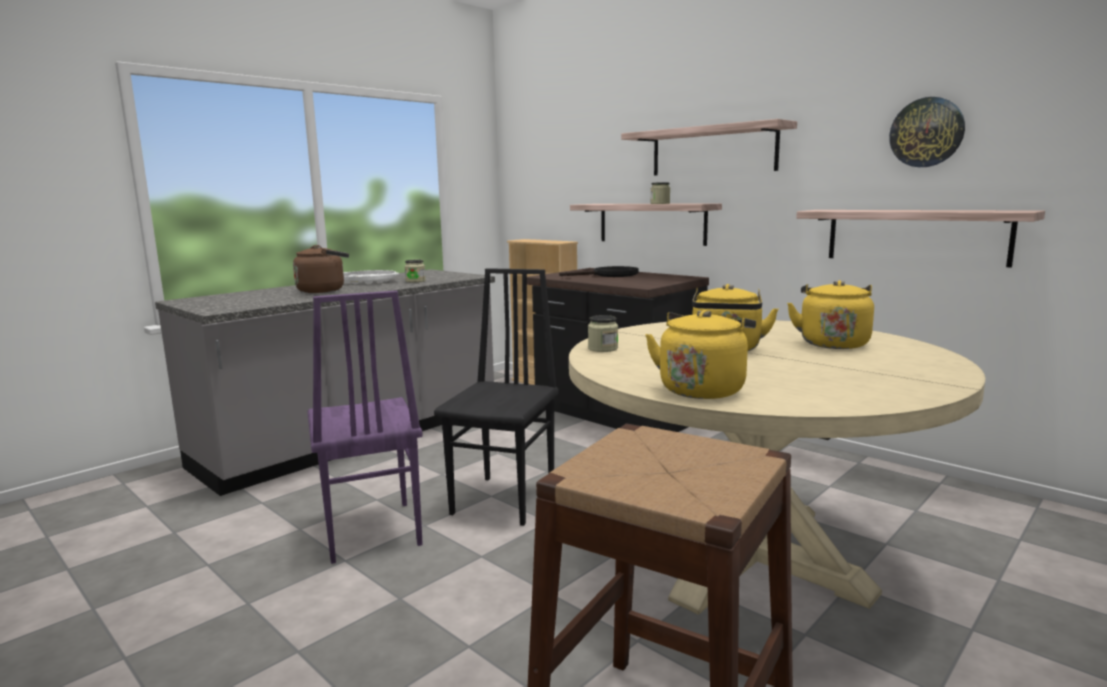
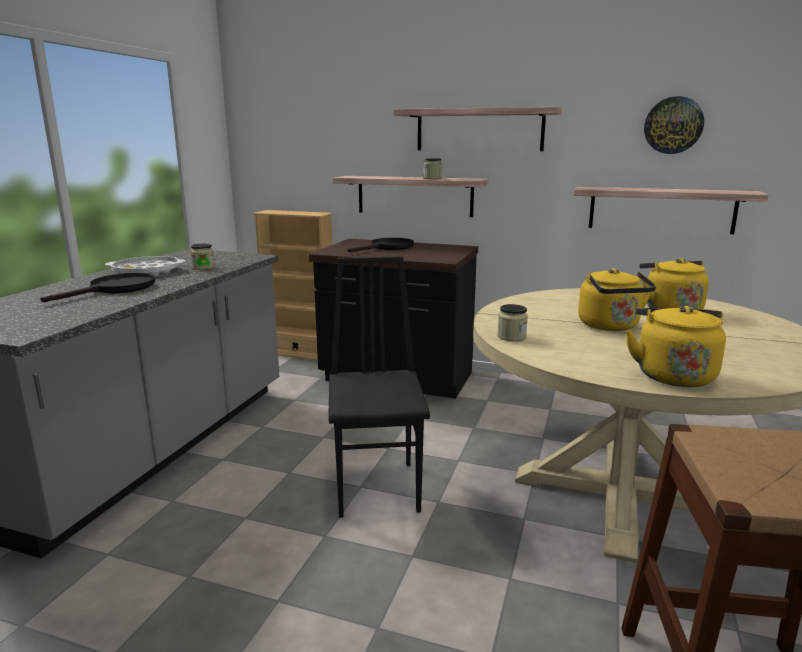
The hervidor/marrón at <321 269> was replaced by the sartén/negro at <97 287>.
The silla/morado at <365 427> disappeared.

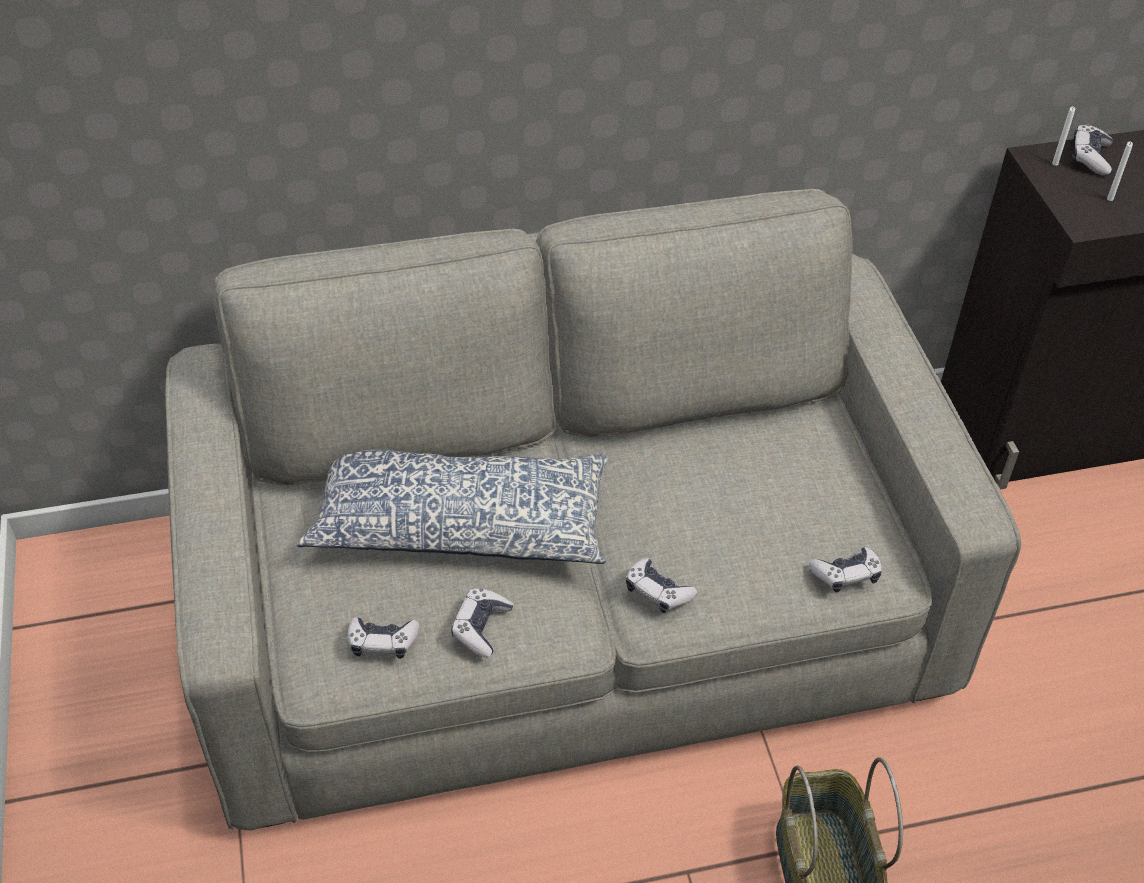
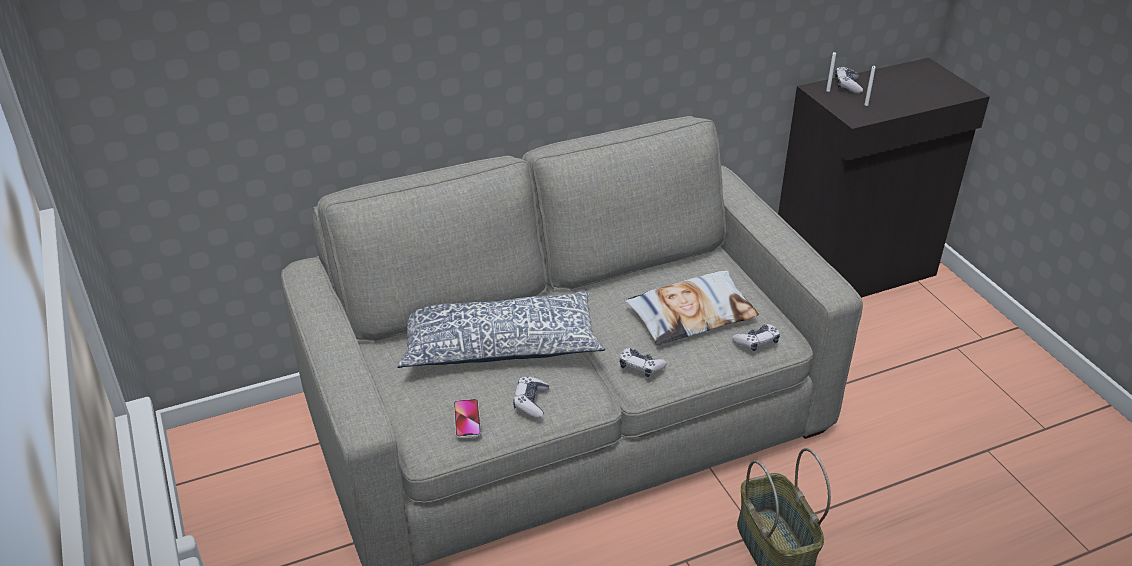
The mando de consola at <383 638> was replaced by the móvil at <467 419>.
The cojín at <692 308> appeared.

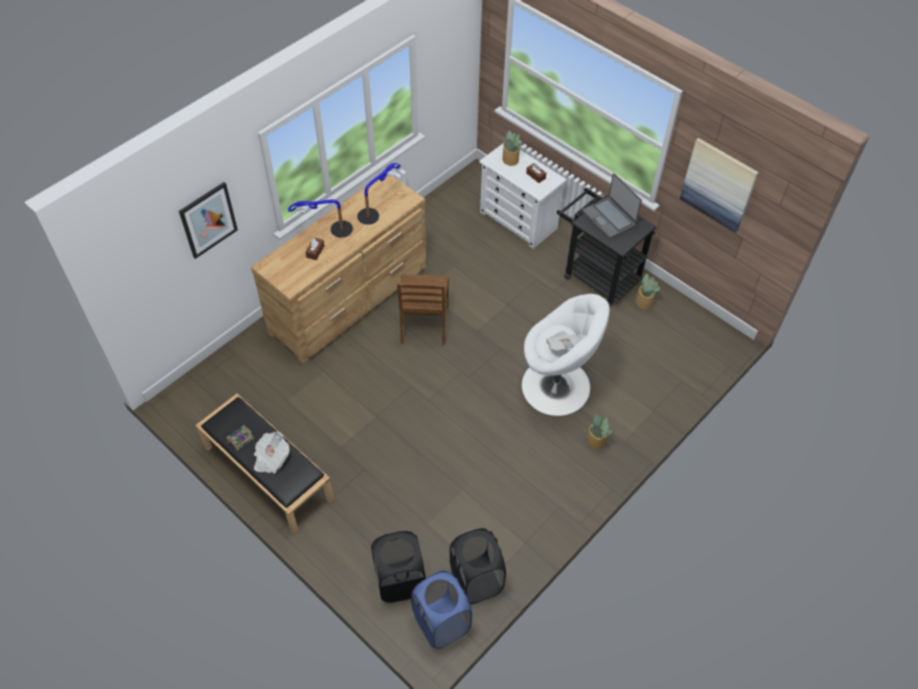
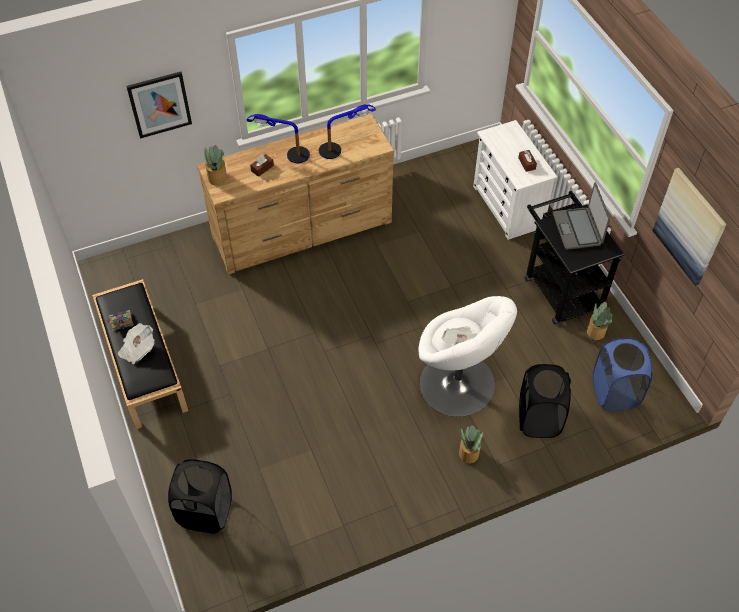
The silla/marrón at <423 310> disappeared.
The cesto de la ropa/azul moved from <441 610> to <622 374>.
The cesto de la ropa/negro moved from <478 566> to <545 401>.
The planta en maceta moved from <512 148> to <215 165>.

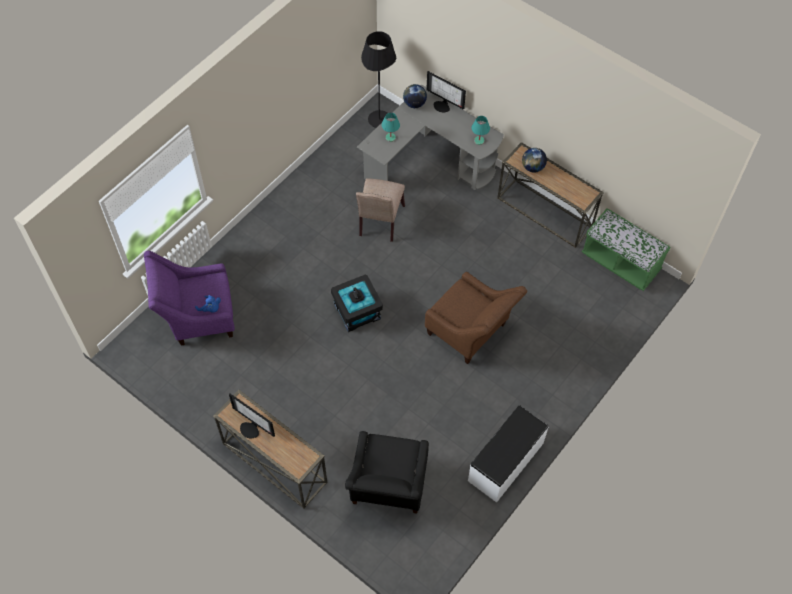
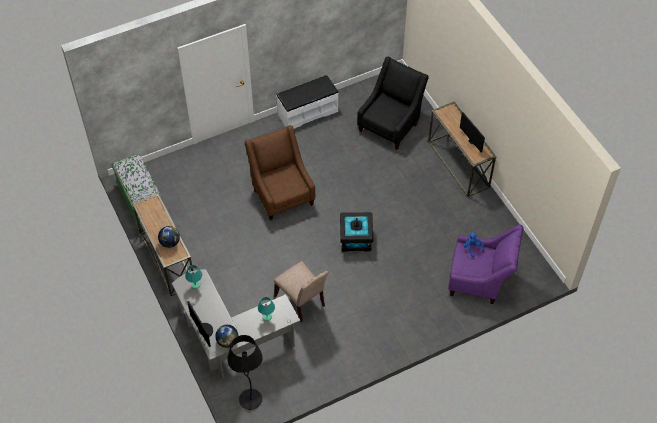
The silla/beis at <380 210> turned 105 degrees clockwise.

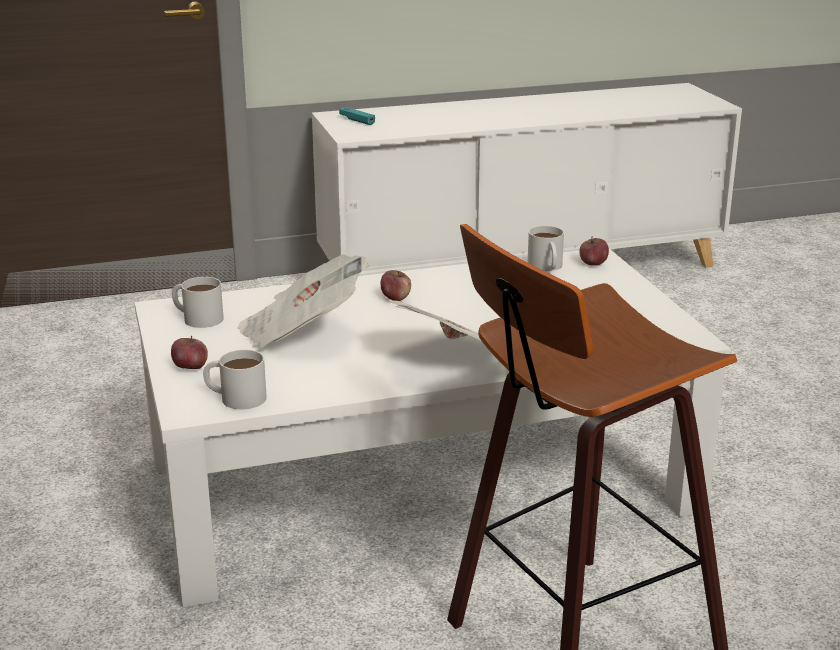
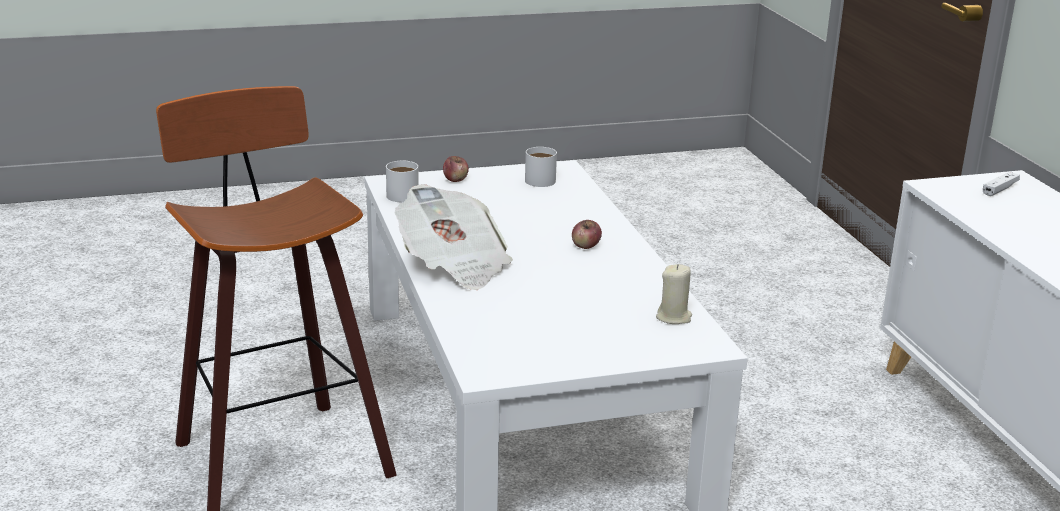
The periódico at <303 301> disappeared.
The mando de consola/turquesa at <357 116> became the mando de consola/blanco at <1001 184>.
The taza grande/blanco at <546 248> was replaced by the vela/beis at <674 294>.
The manzana at <594 251> disappeared.

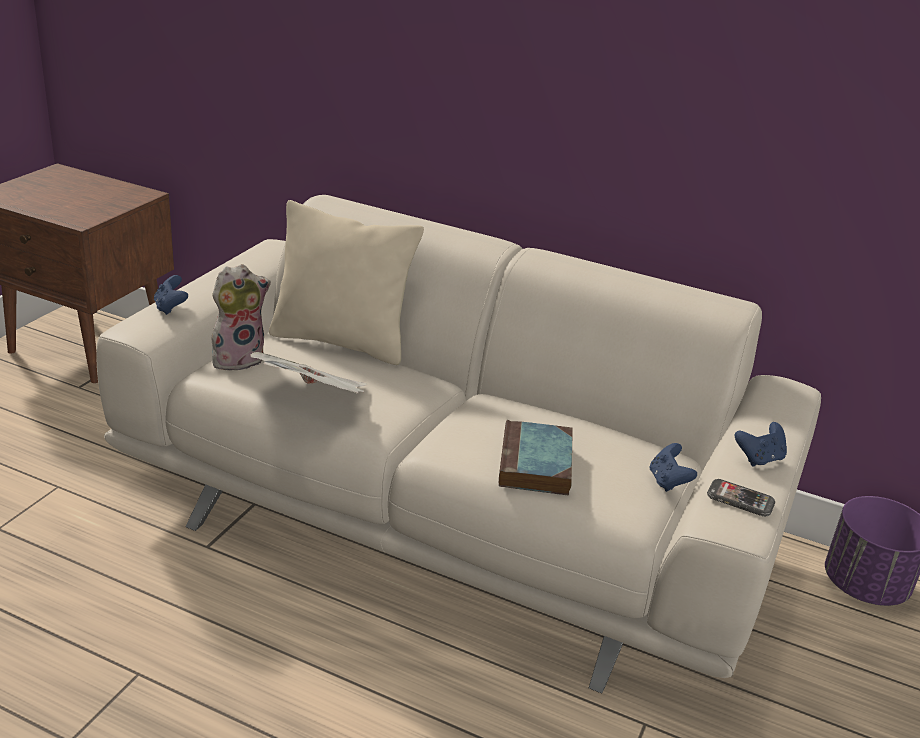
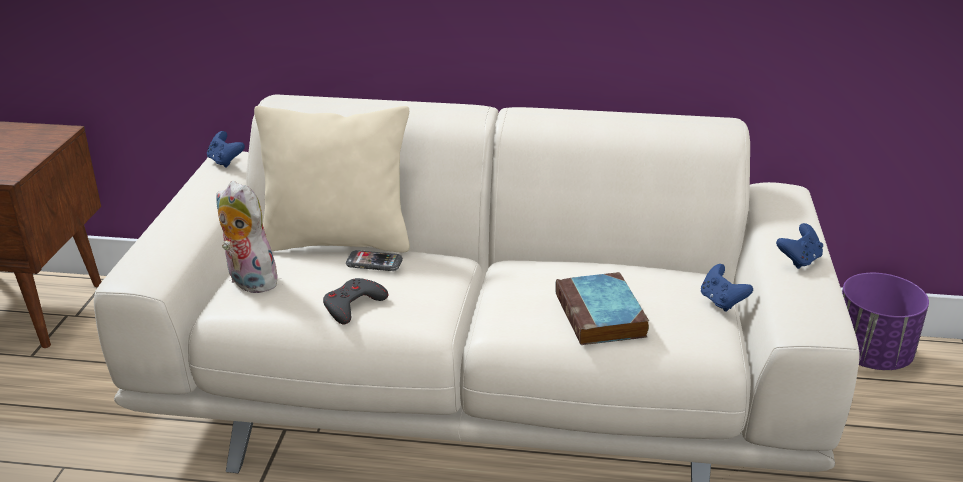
The mando de consola/azul moved from <171 295> to <226 149>.
The peluche at <241 317> turned 90 degrees counterclockwise.
The periódico at <308 373> was replaced by the mando de consola/gris at <355 301>.
The móvil moved from <741 498> to <374 260>.

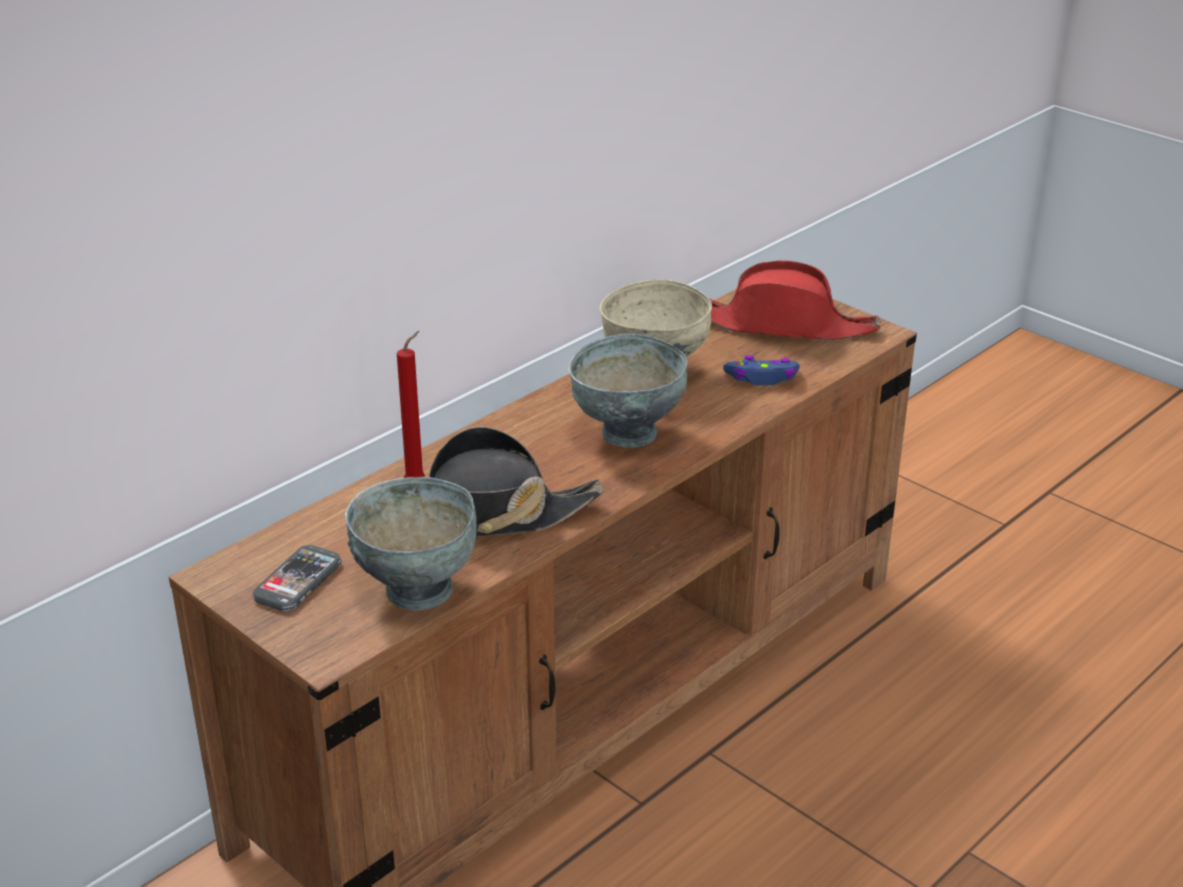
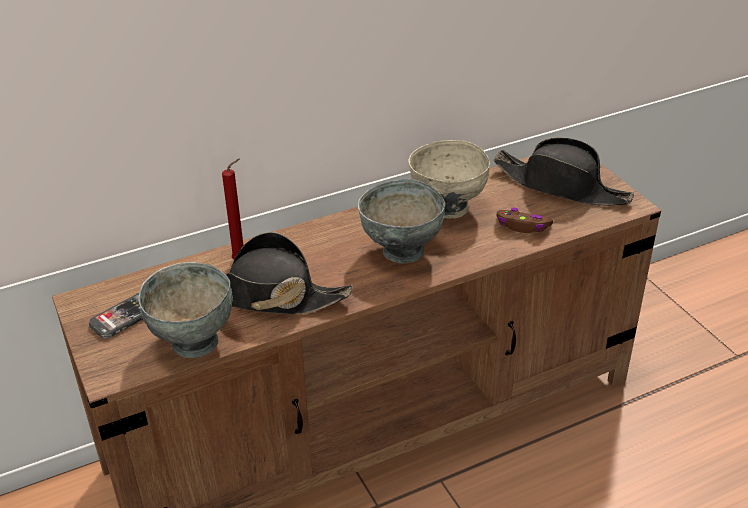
The sombrero/rojo at <794 300> became the sombrero/negro at <563 171>.
The mando de consola/azul at <761 370> became the mando de consola/marrón at <525 220>.

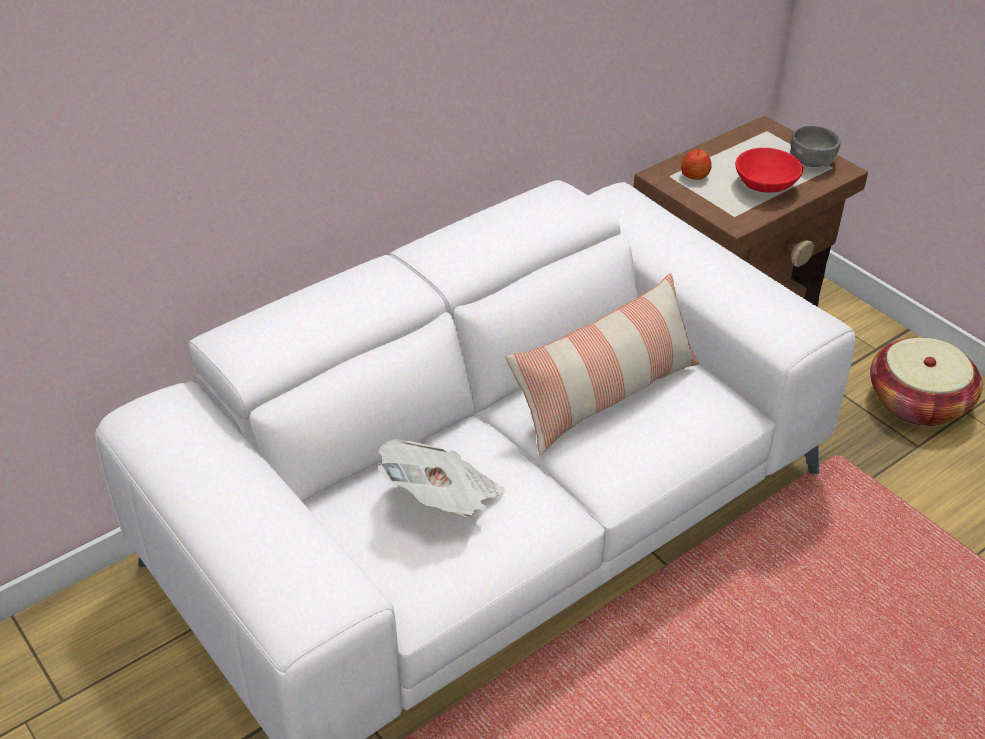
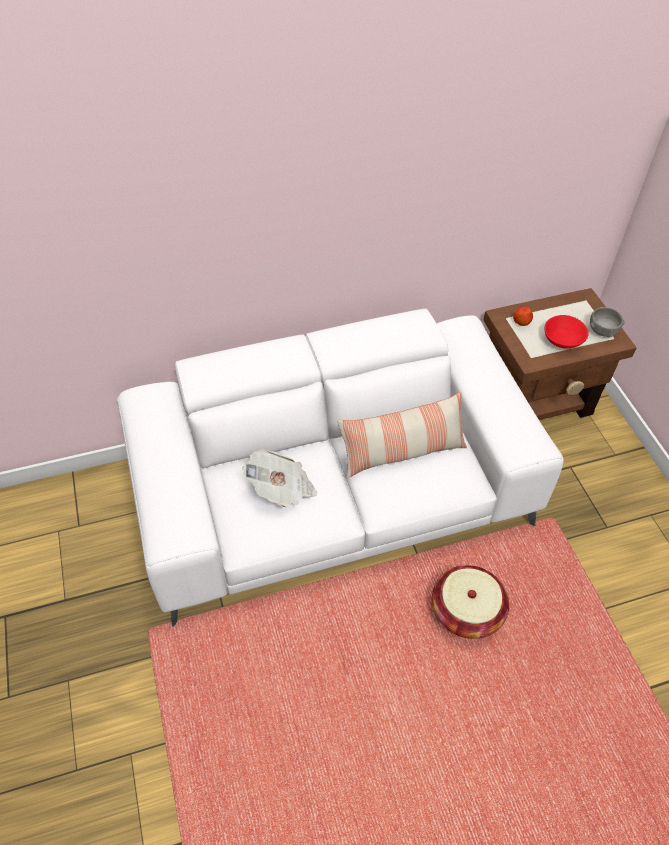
The cesta moved from <926 382> to <470 602>.

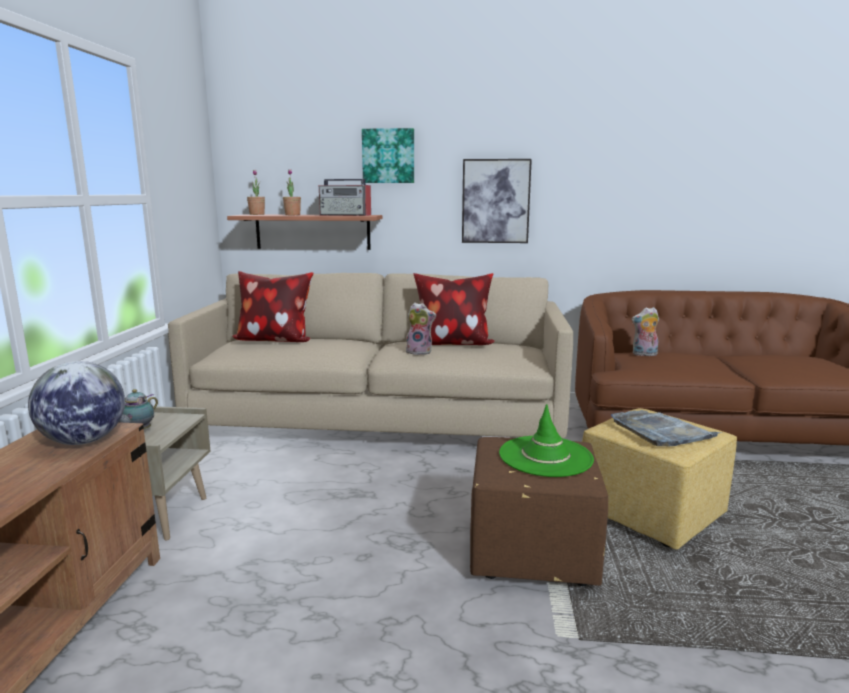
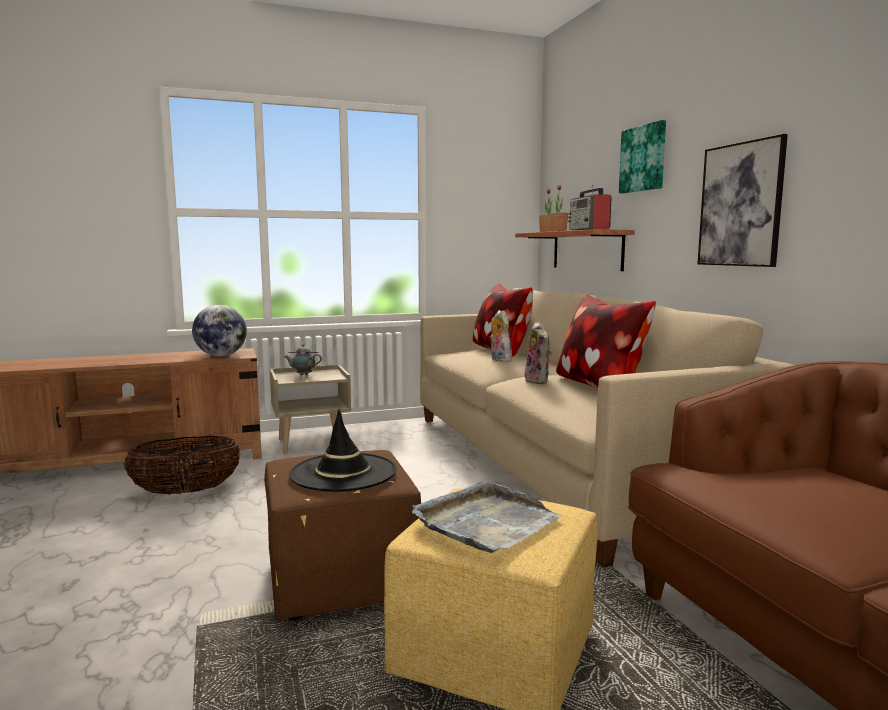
The sombrero/verde at <546 440> became the sombrero/negro at <343 450>.
The peluche moved from <645 331> to <501 336>.
The cesta at <182 465> appeared.

